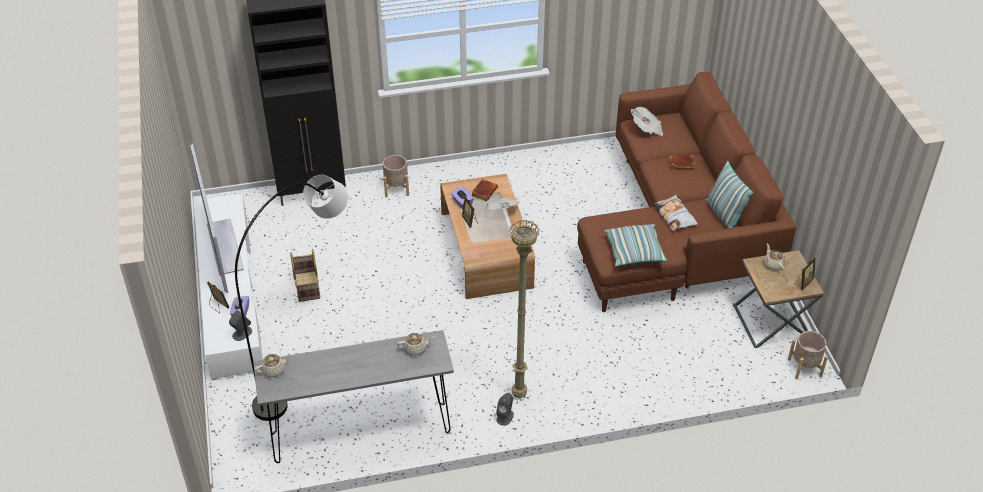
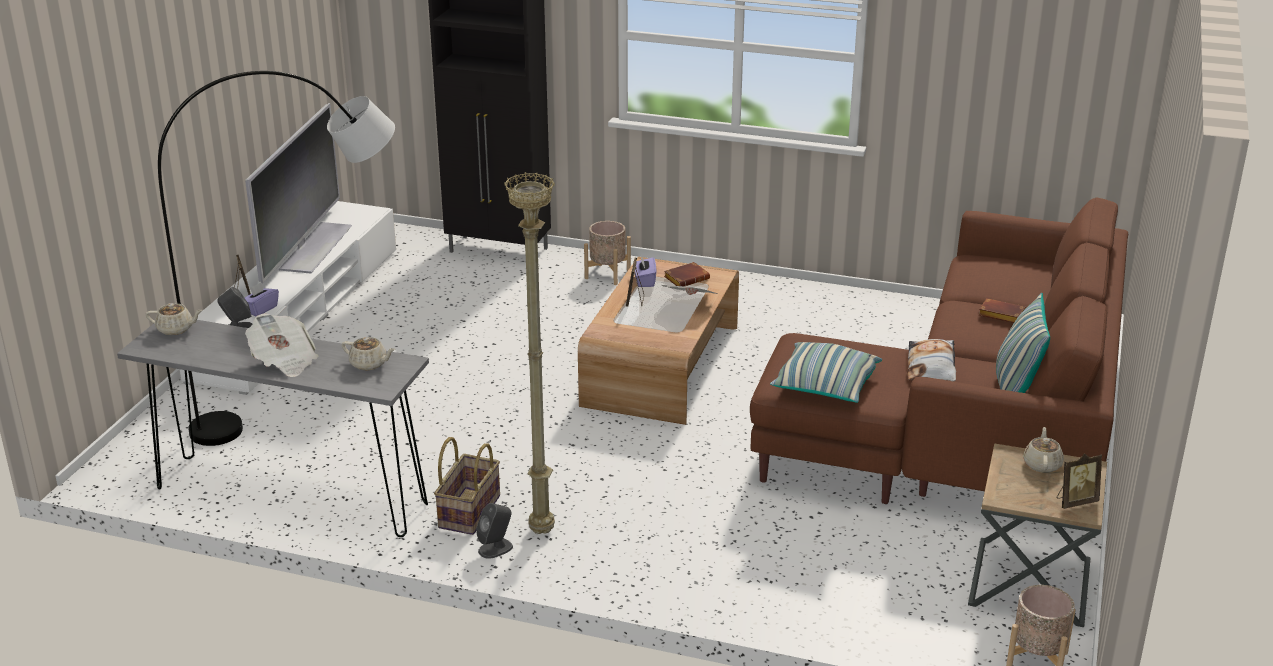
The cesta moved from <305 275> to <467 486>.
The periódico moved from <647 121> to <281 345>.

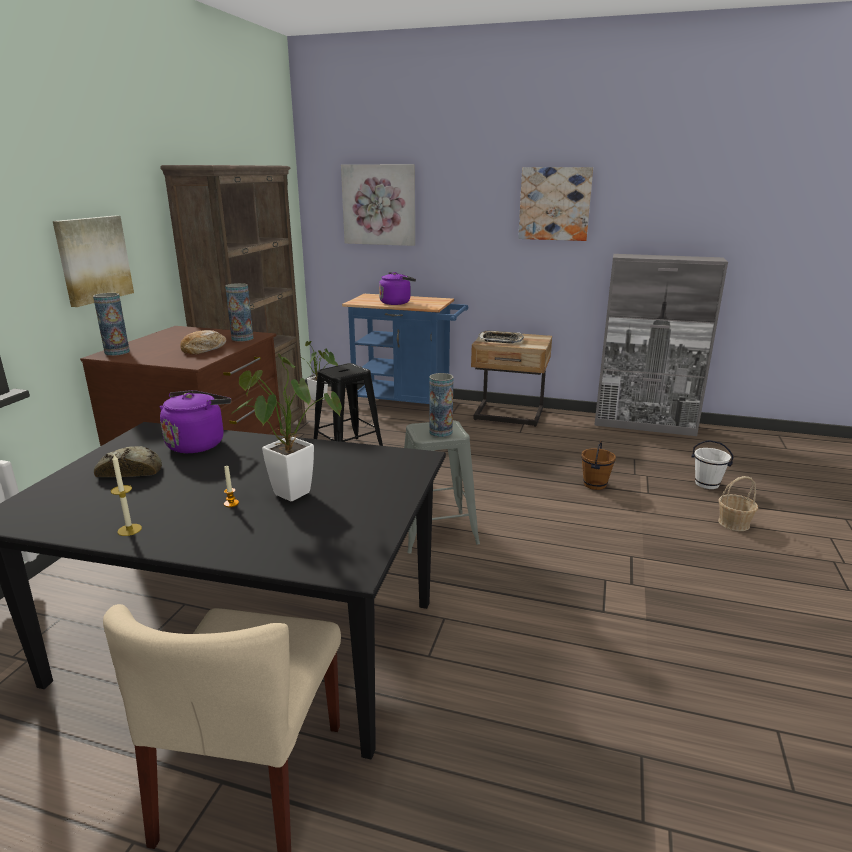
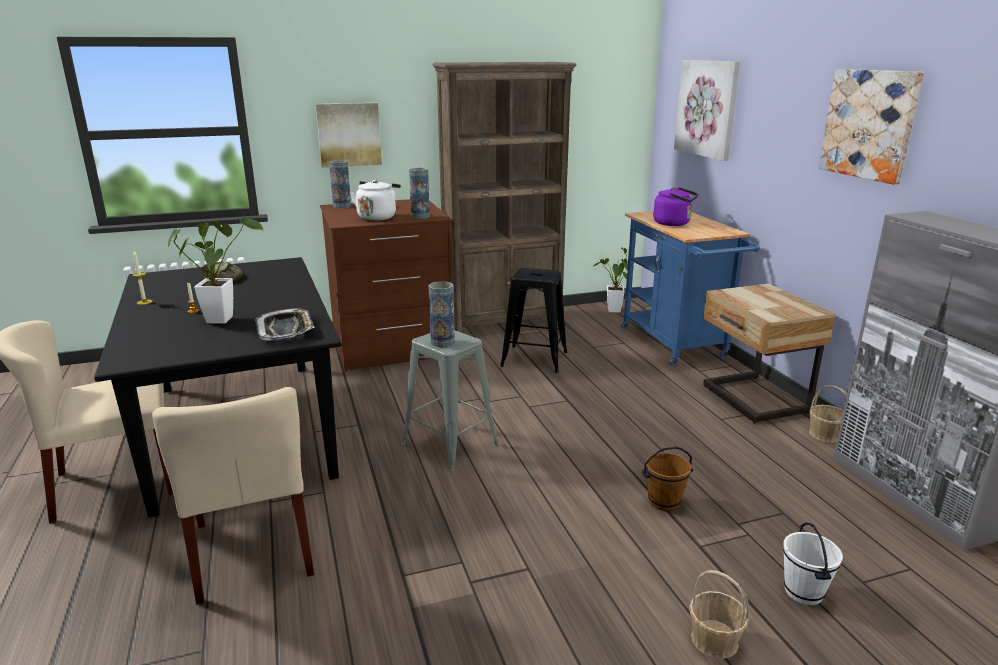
The hervidor/morado at <195 421> disappeared.
The pan at <203 342> was replaced by the hervidor/blanco at <375 200>.
The bandeja moved from <501 337> to <285 324>.
The silla/beis at <233 496> appeared.
The cesta at <828 414> appeared.

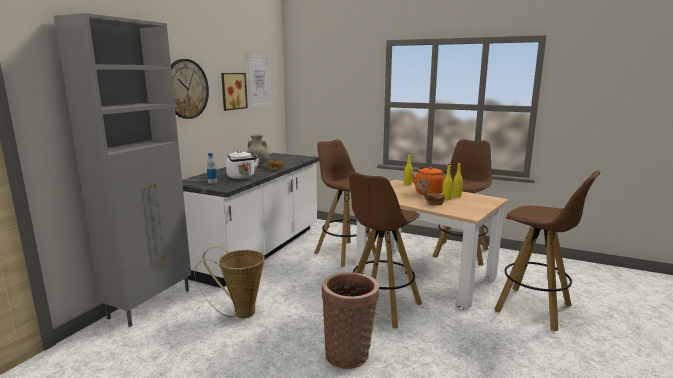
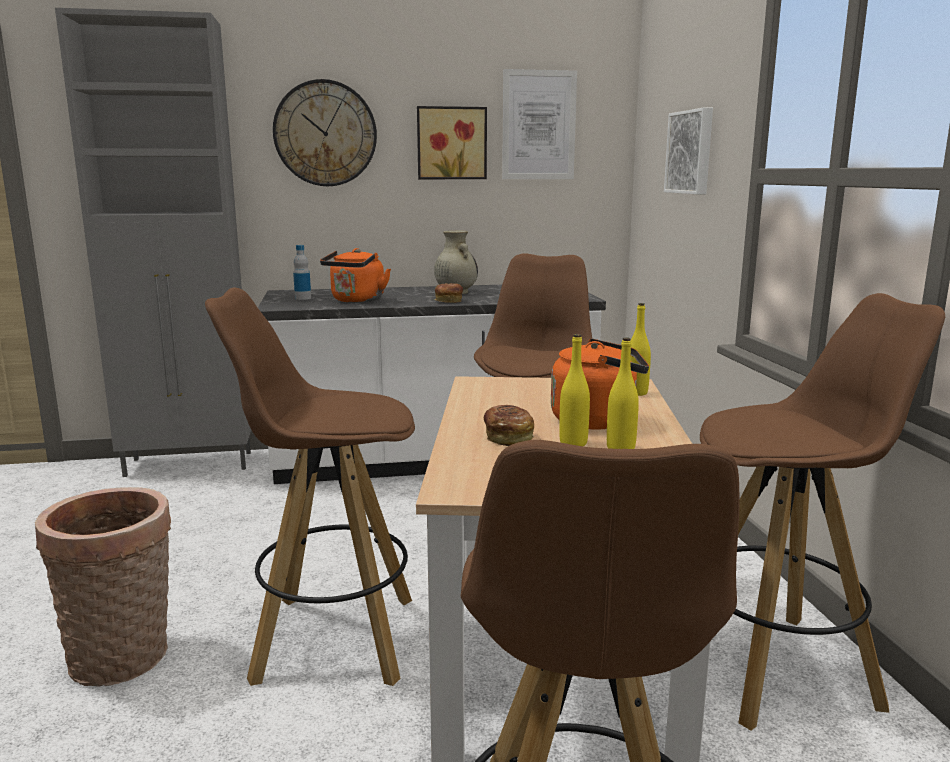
The cesta at <229 282> disappeared.
The hervidor/blanco at <242 164> became the hervidor/naranja at <355 275>.
The cuadro at <688 151> appeared.

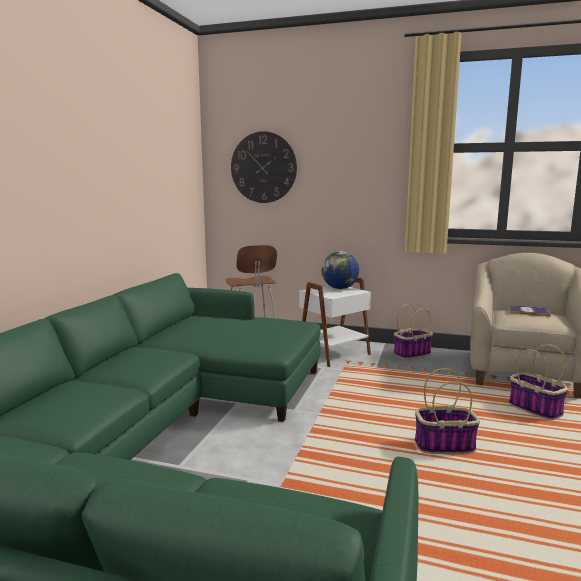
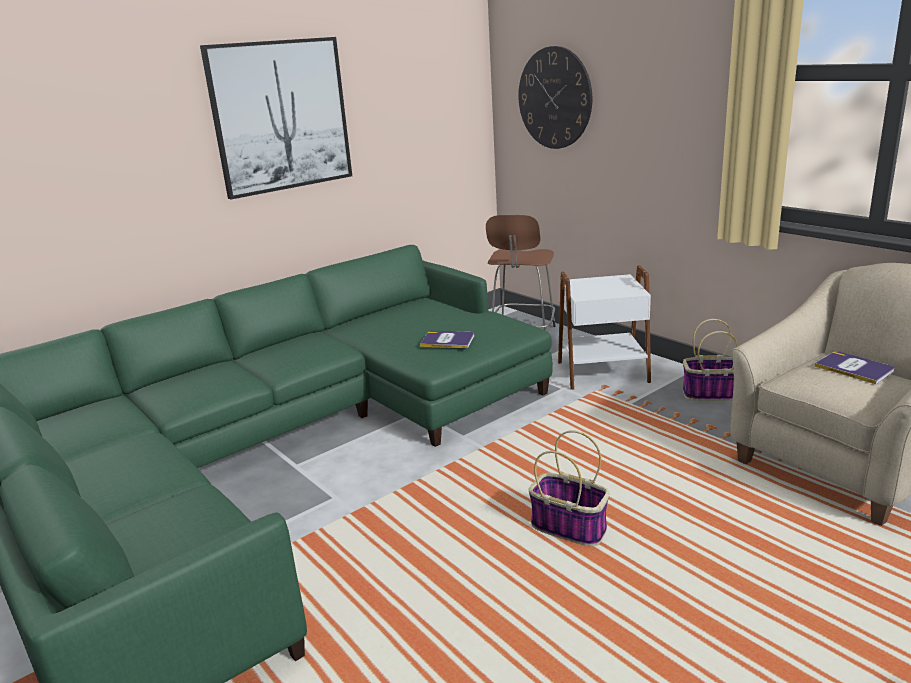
The globo terráqueo at <340 270> disappeared.
The cesta at <538 382> disappeared.
The cuadro at <276 118> appeared.
The libro at <447 339> appeared.

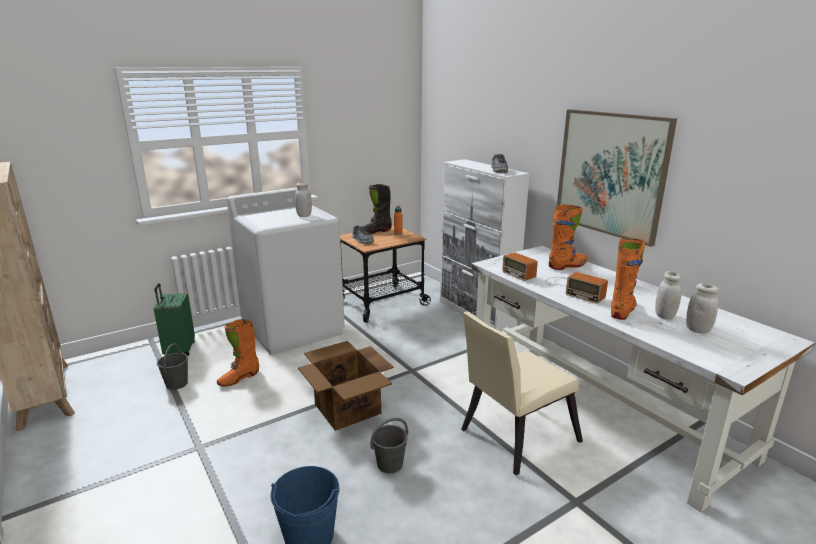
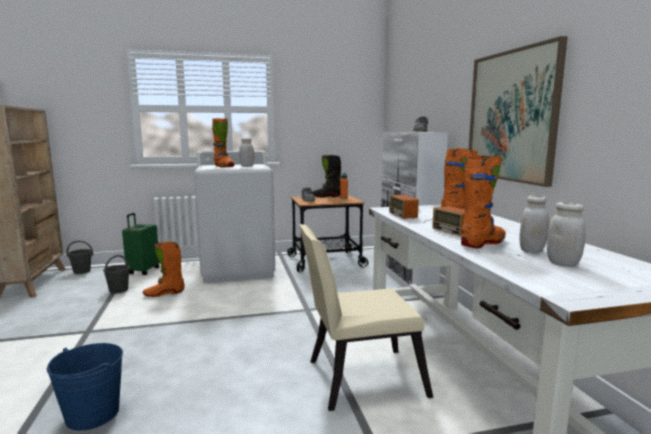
The caja de cartón at <346 386> disappeared.
The cubo/gris moved from <389 445> to <79 257>.
The bota/naranja at <223 143> appeared.

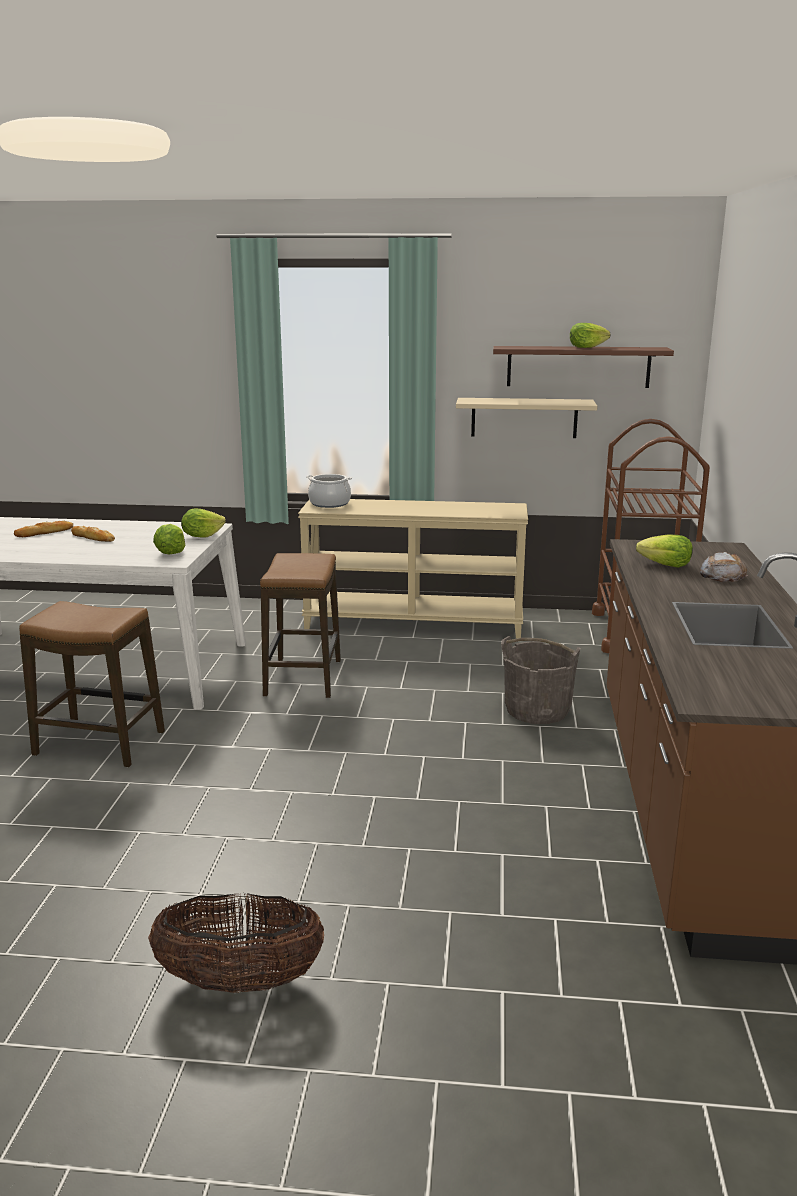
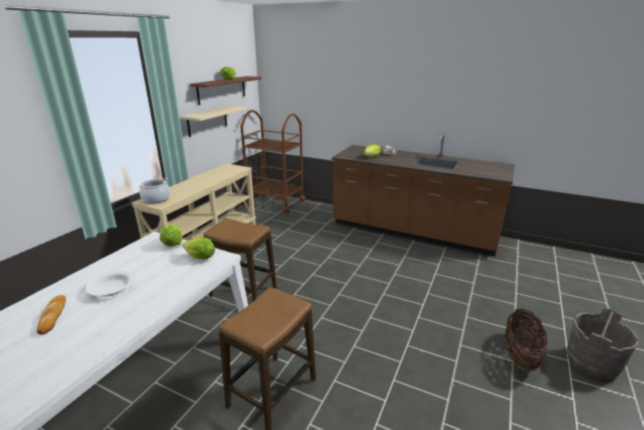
The pan at <93 534> was replaced by the cuenco/blanco at <109 284>.
The cubo/gris moved from <540 680> to <603 344>.

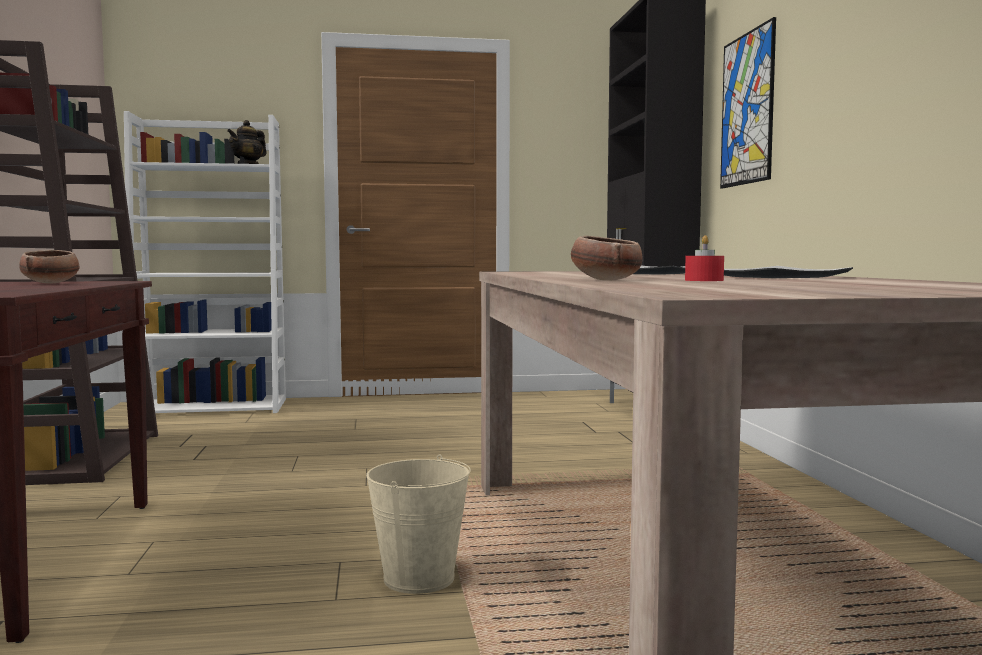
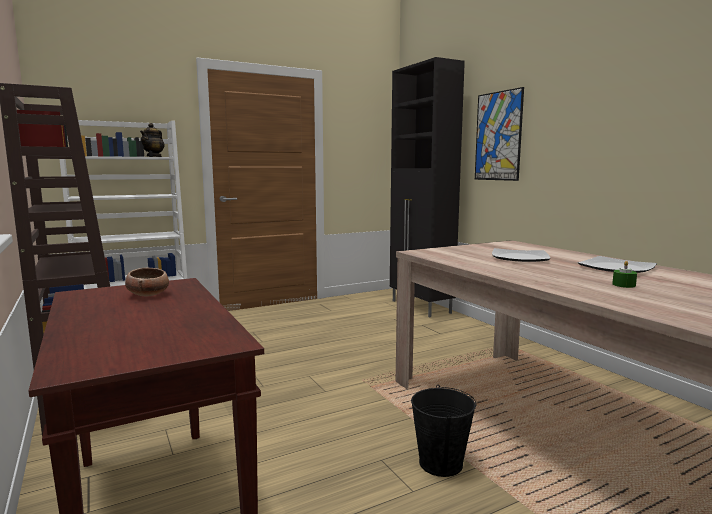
The cubo/beis at <418 524> became the cubo/negro at <443 431>.
The cuenco at <607 258> disappeared.
The vela/rojo at <704 258> became the vela/verde at <624 274>.

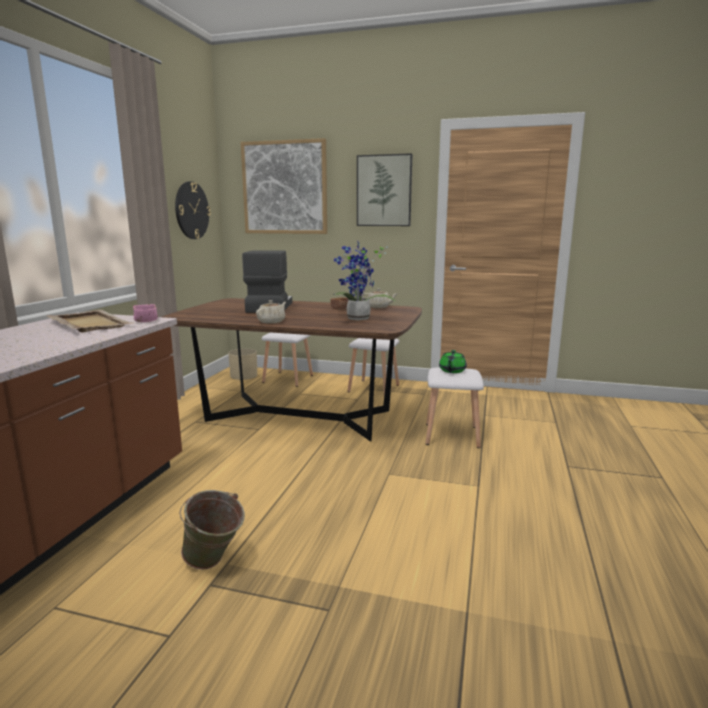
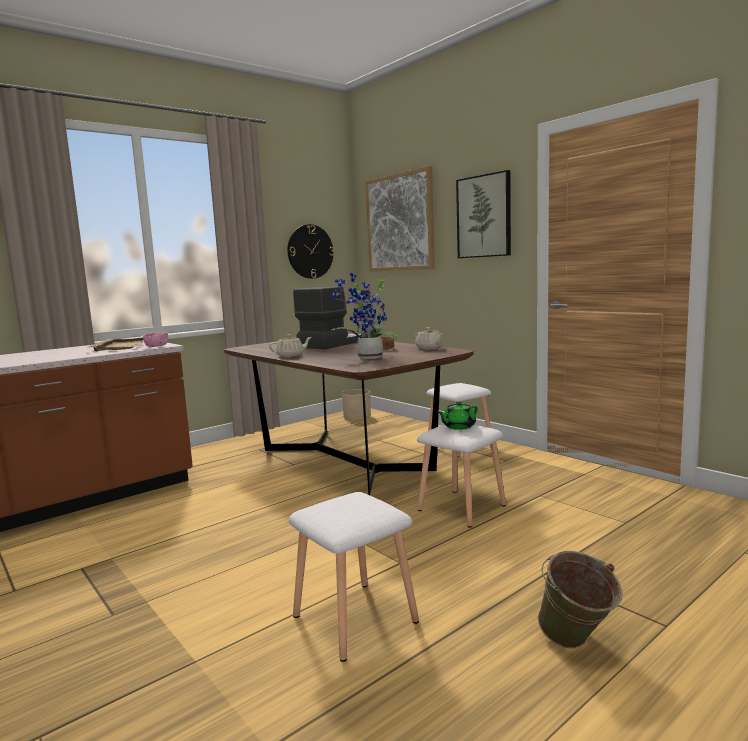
The cubo/verde moved from <212 530> to <580 599>.
The taburete/blanco moved from <287 359> to <354 577>.

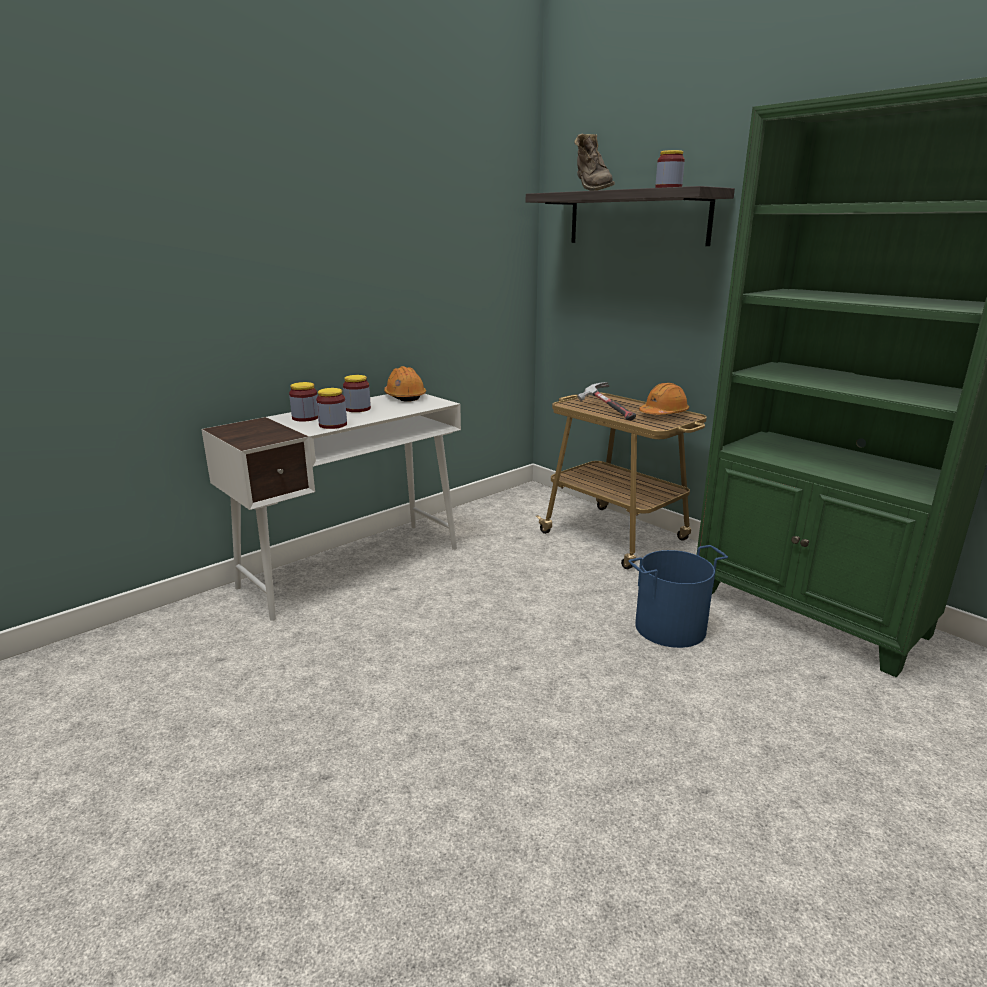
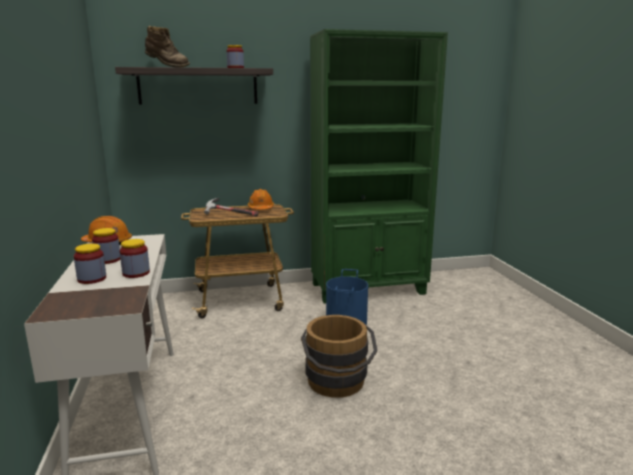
The cubo/marrón at <339 356> appeared.

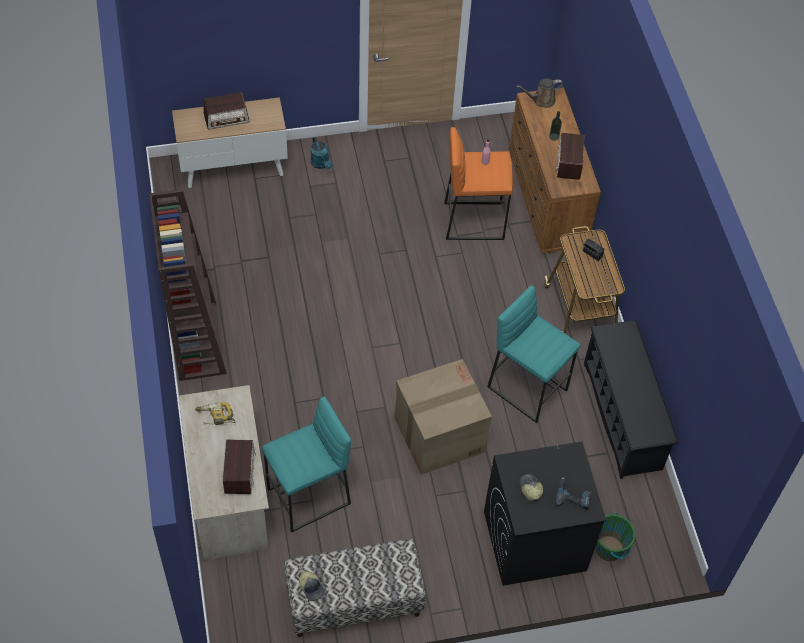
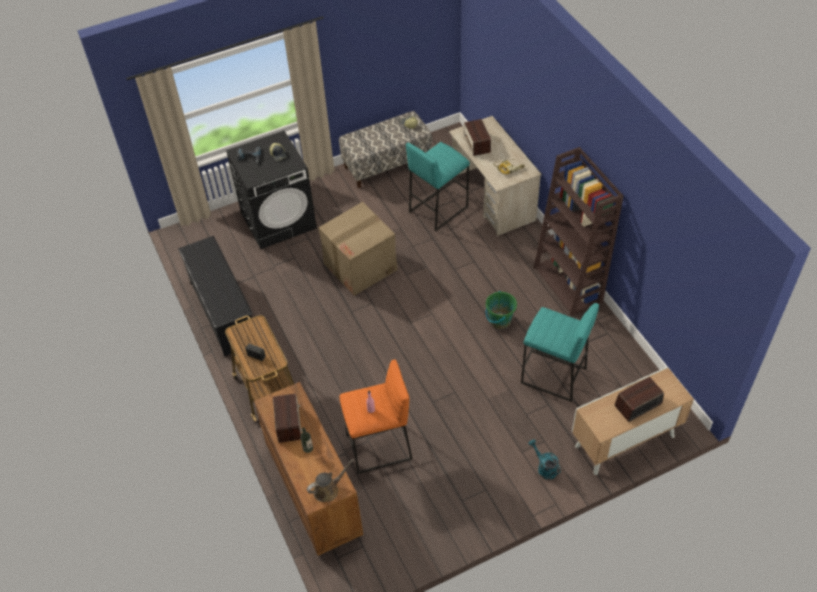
The taburete/turquesa moved from <534 354> to <560 352>.
The cubo/verde moved from <615 537> to <501 310>.

